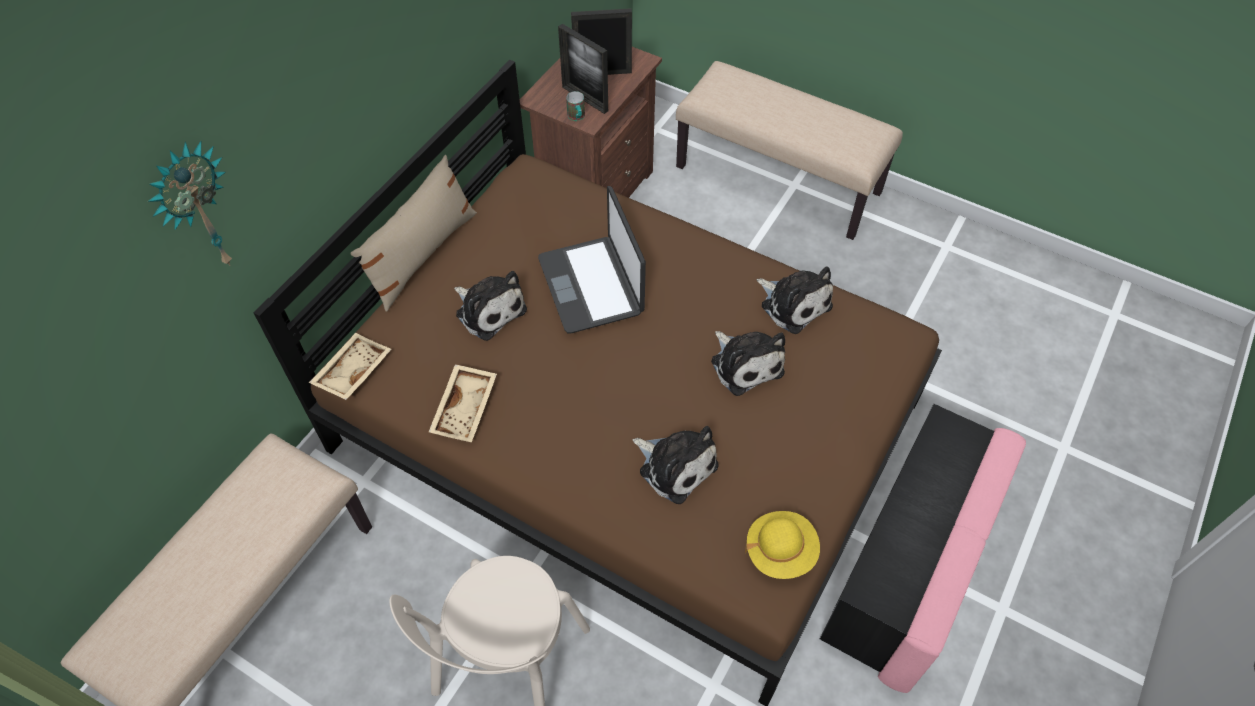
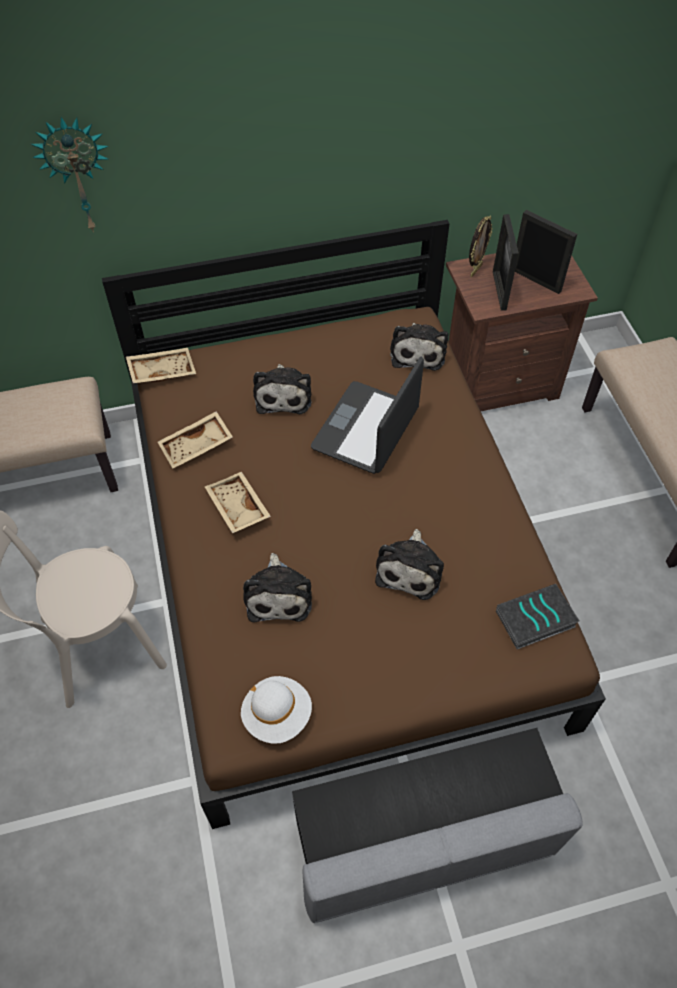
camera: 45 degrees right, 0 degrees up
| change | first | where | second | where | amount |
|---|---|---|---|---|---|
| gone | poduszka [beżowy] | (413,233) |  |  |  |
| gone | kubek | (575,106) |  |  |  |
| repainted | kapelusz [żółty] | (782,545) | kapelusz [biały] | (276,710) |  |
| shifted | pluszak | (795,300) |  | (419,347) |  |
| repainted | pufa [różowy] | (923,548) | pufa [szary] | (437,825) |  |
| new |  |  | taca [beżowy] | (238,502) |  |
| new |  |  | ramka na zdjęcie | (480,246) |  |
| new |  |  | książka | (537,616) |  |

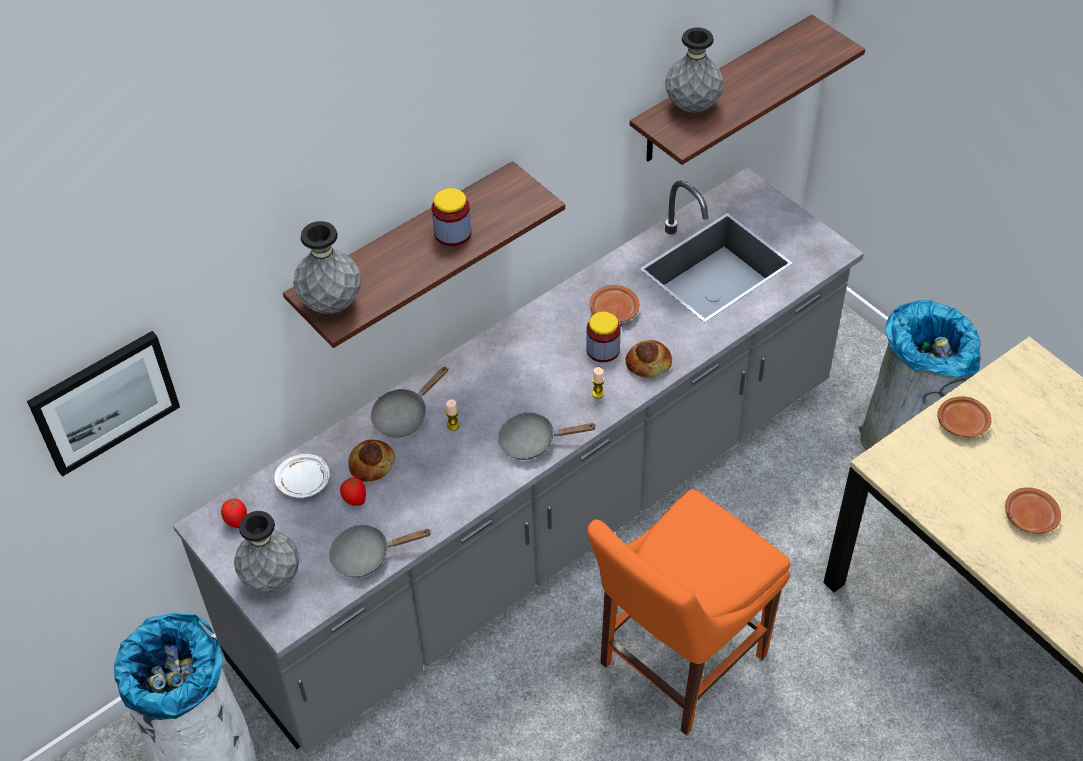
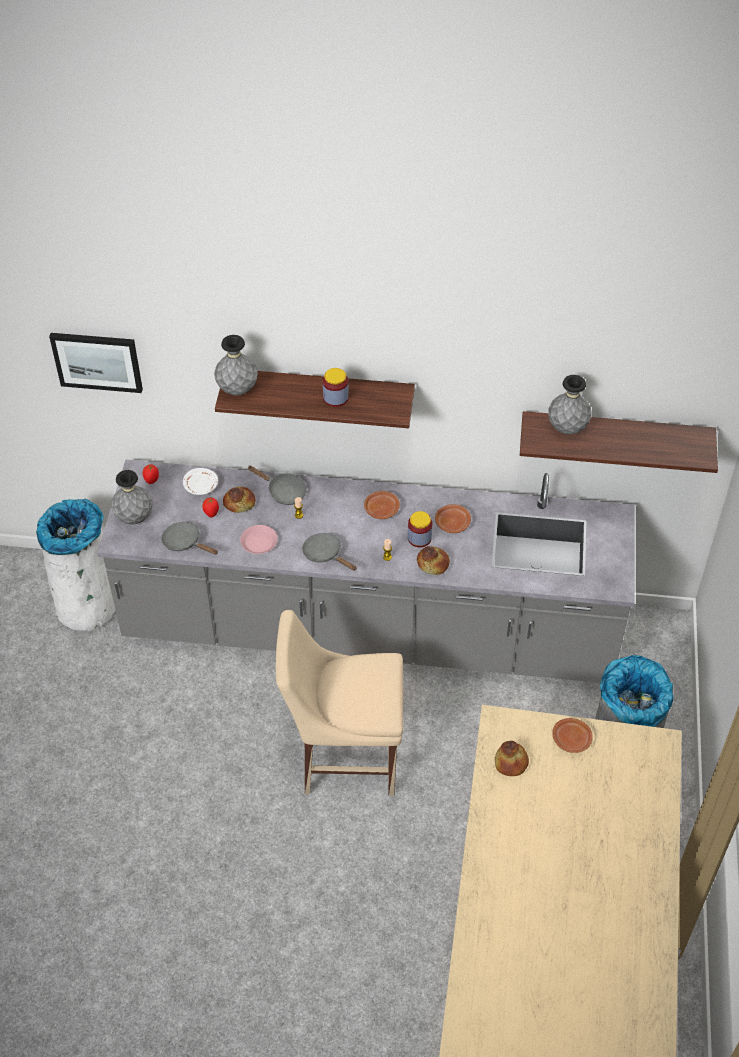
camera: 45 degrees right, 0 degrees up
| change | first | where | second | where | amount |
|---|---|---|---|---|---|
| rotated | patelnia [szary] | (409,402) |  | (277,485) | 150 degrees counterclockwise |
| repainted | krzesło [pomarańczowy] | (688,612) | krzesło [beżowy] | (339,703) |  |
| shifted | talerz [brązowy] | (1033,510) |  | (382,505) |  |
| new |  |  | talerz [różowy] | (259,539) |  |
| new |  |  | chleb | (512,758) |  |

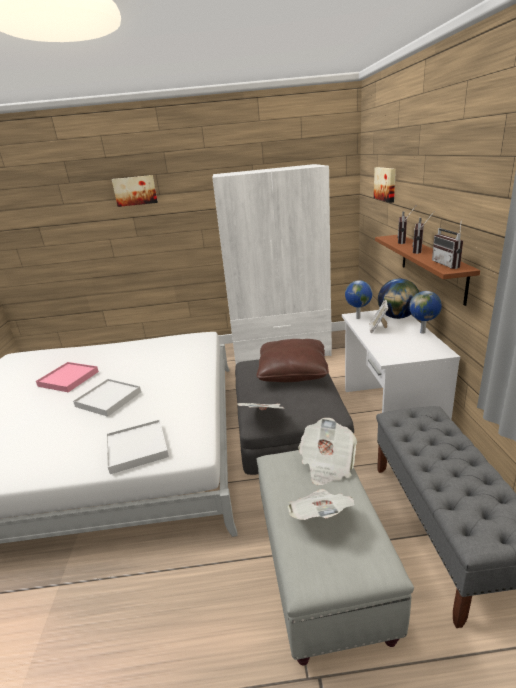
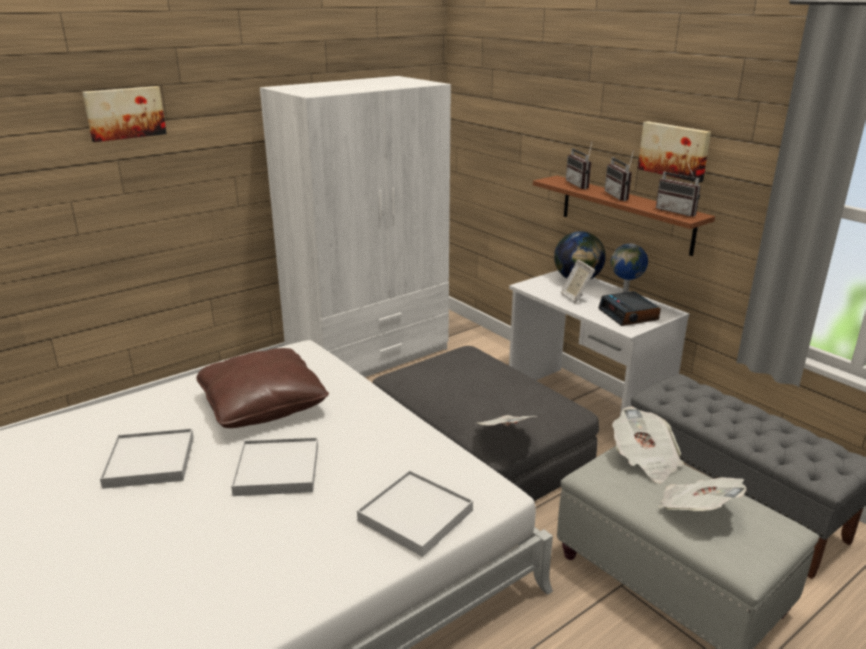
camera: 35 degrees left, 0 degrees up
| change | first | where | second | where | amount |
|---|---|---|---|---|---|
| repainted | taca [różowy] | (67,377) | taca [biały] | (147,458) |  |
| shifted | poduszka [brązowy] | (293,360) |  | (262,388) |  |
| gone | globus | (359,299) |  |  |  |
| shifted | obraz | (385,185) |  | (674,152) |  |
| new |  |  | budzik | (629,308) |  |

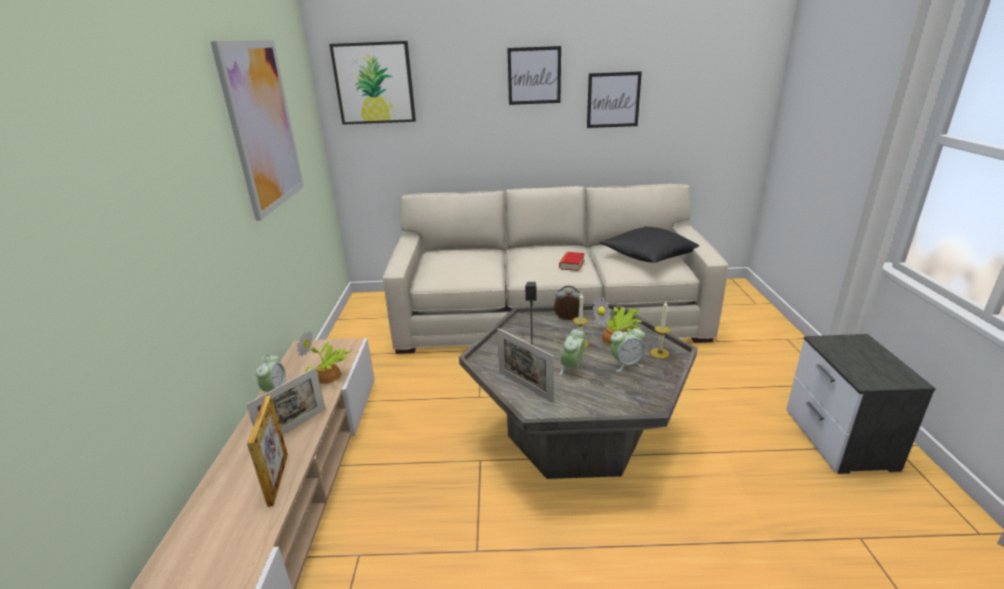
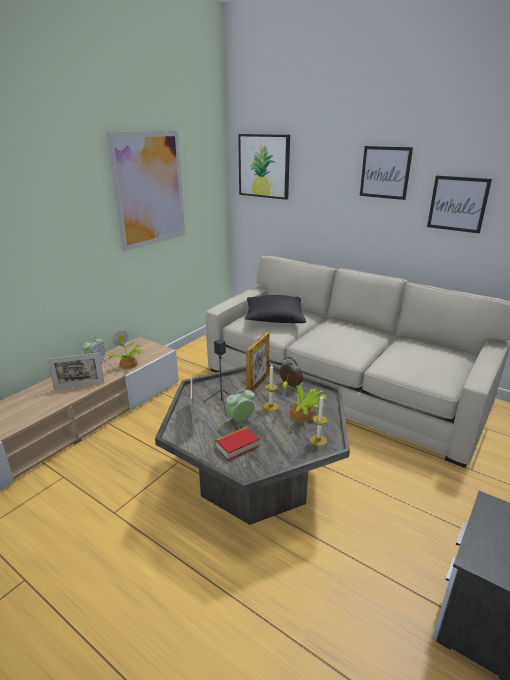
camera: 35 degrees right, 0 degrees up
| change | first | where | second | where | amount |
|---|---|---|---|---|---|
| shifted | ramka na zdjęcie | (267,451) |  | (258,362) |  |
| shifted | książka | (572,261) |  | (237,444) |  |
| shifted | poduszka [czarny] | (649,244) |  | (275,309) |  |
| gone | budzik | (628,348) |  |  |  |

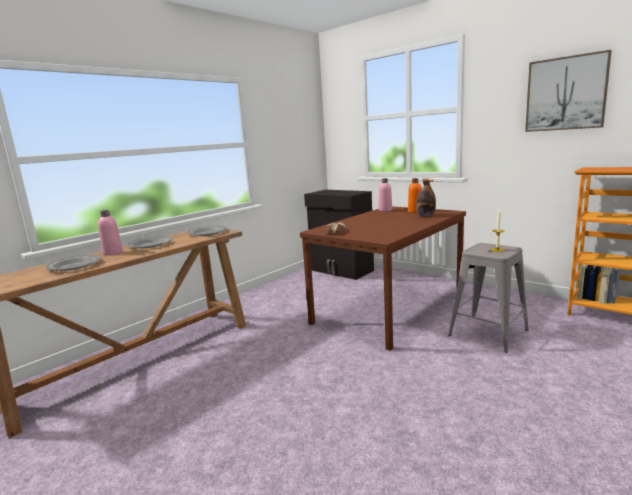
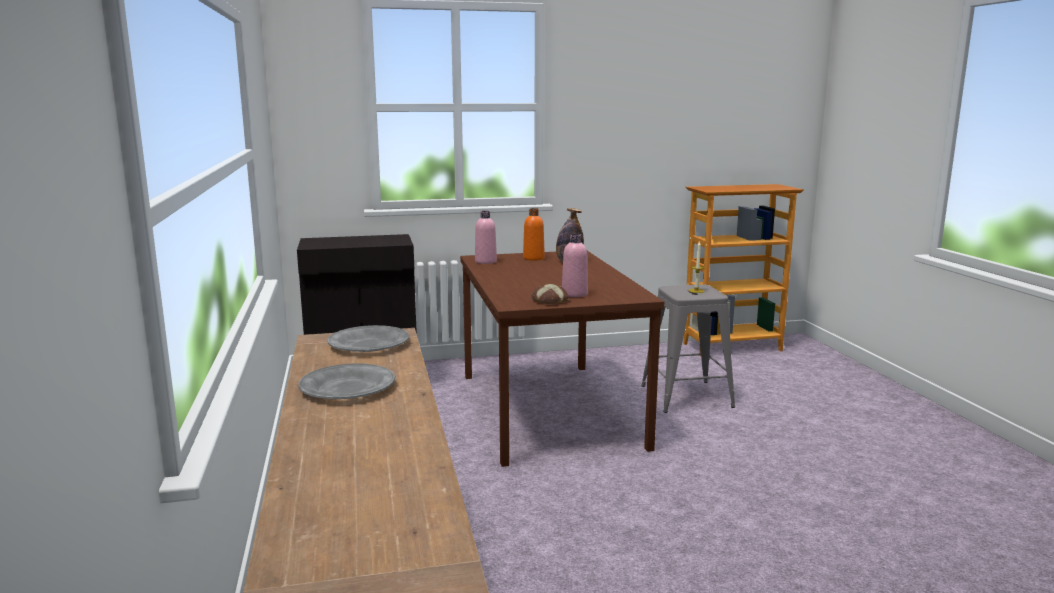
camera: 55 degrees left, 0 degrees up
| change | first | where | second | where | amount |
|---|---|---|---|---|---|
| gone | talerz [szary] | (73,263) |  |  |  |
| shifted | butelka [różowy] | (110,233) |  | (575,265) |  |
| gone | obraz | (568,91) |  |  |  |

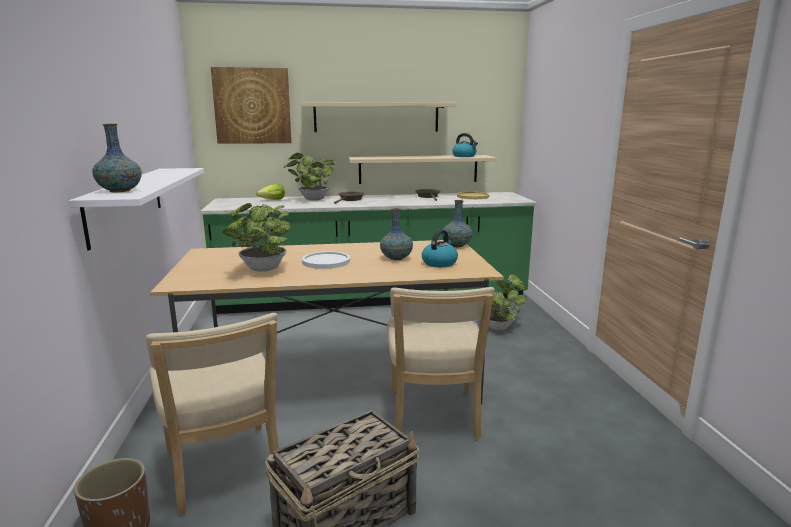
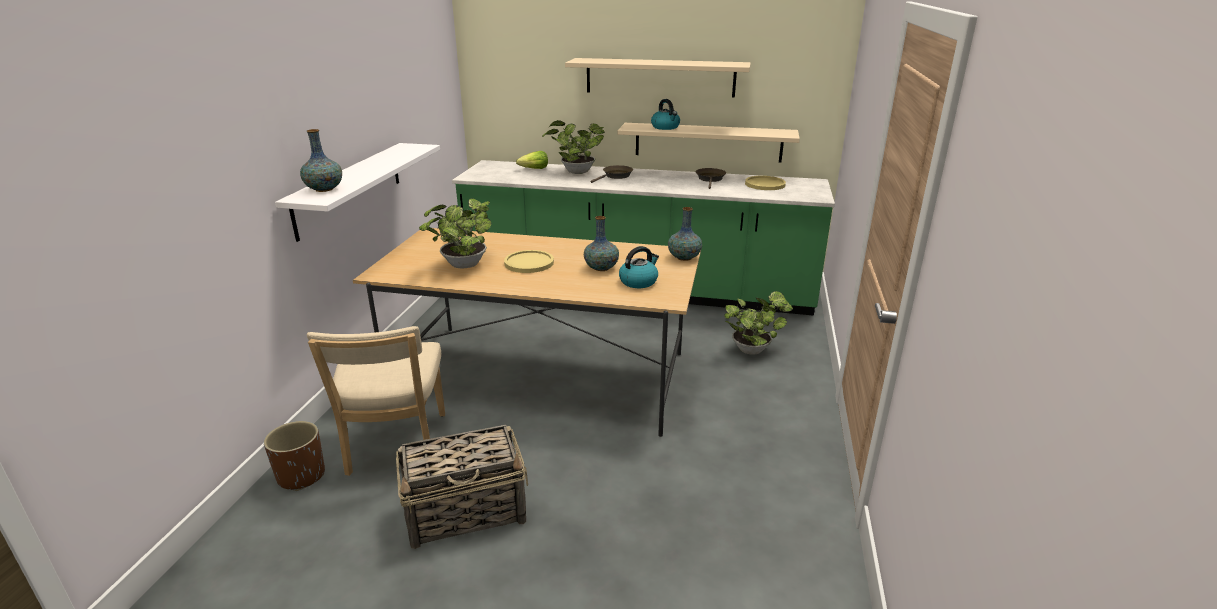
camera: 20 degrees right, 10 degrees up
| change | first | where | second | where | amount |
|---|---|---|---|---|---|
| gone | obraz | (251,105) |  |  |  |
| repainted | talerz [biały] | (326,260) | talerz [żółty] | (529,261) |  |
| gone | krzesło [beżowy] | (441,363) |  |  |  |
| shifted | czajnik | (465,145) |  | (665,114) |  |

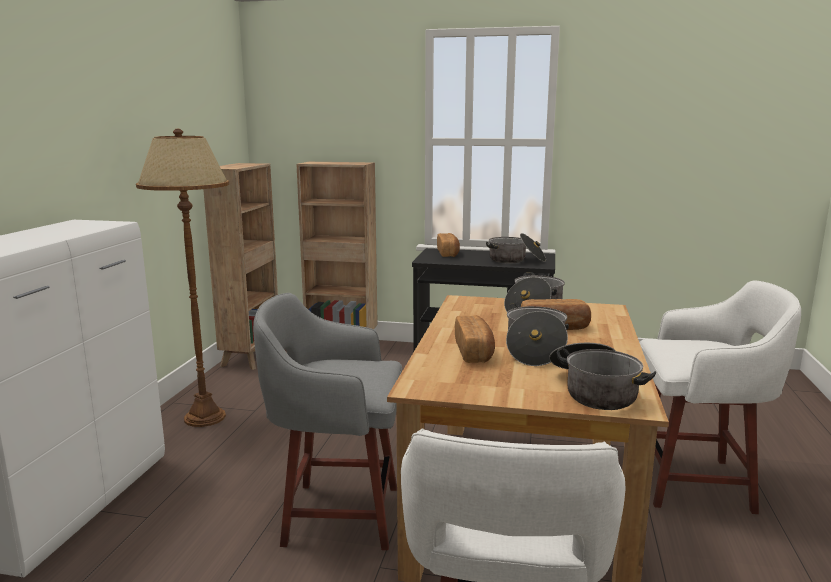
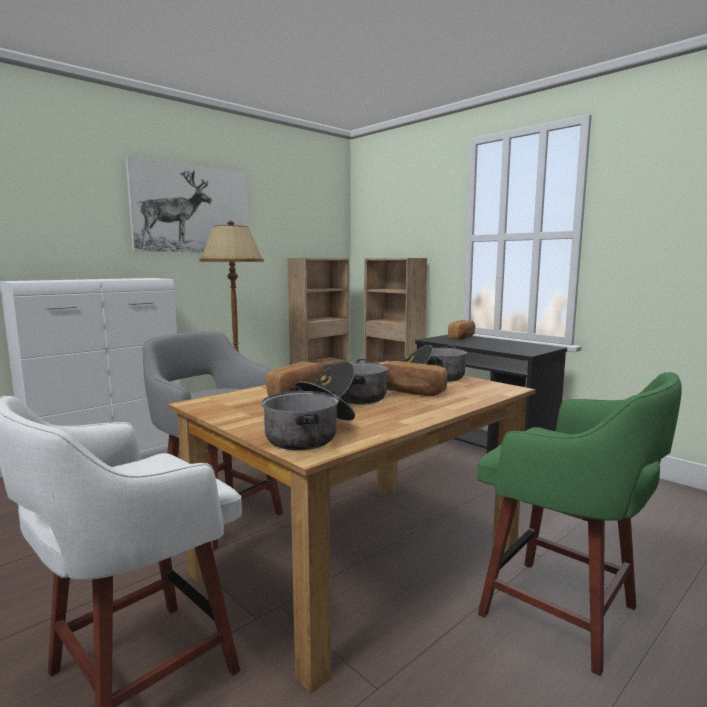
camera: 35 degrees right, 5 degrees down
| change | first | where | second | where | amount |
|---|---|---|---|---|---|
| gone | garnek | (516,248) |  |  |  |
| repainted | stołek [biały] | (720,397) | stołek [zielony] | (579,524) |  |
| new |  |  | obraz | (186,204) |  |

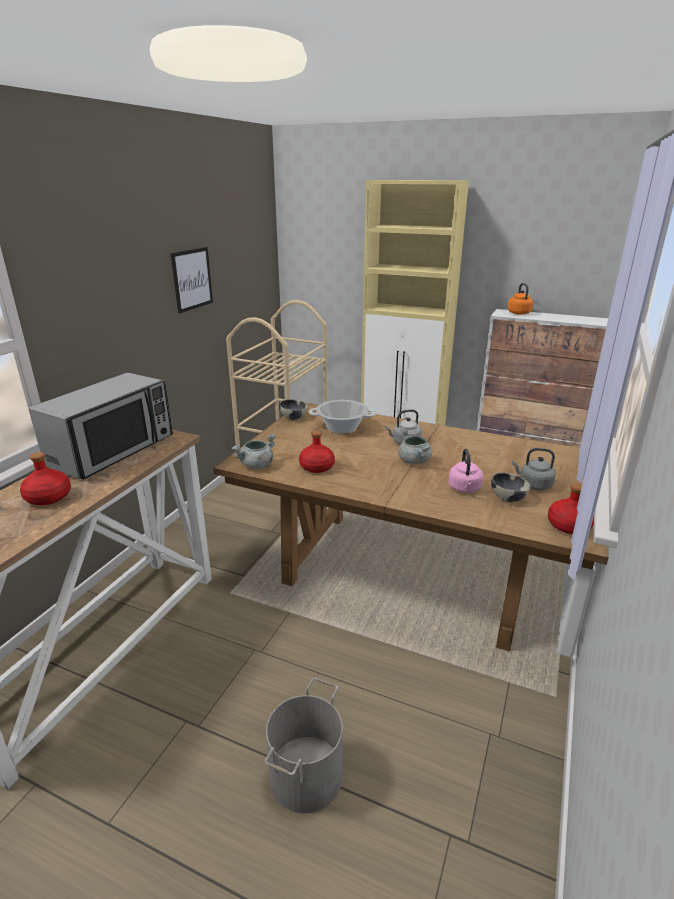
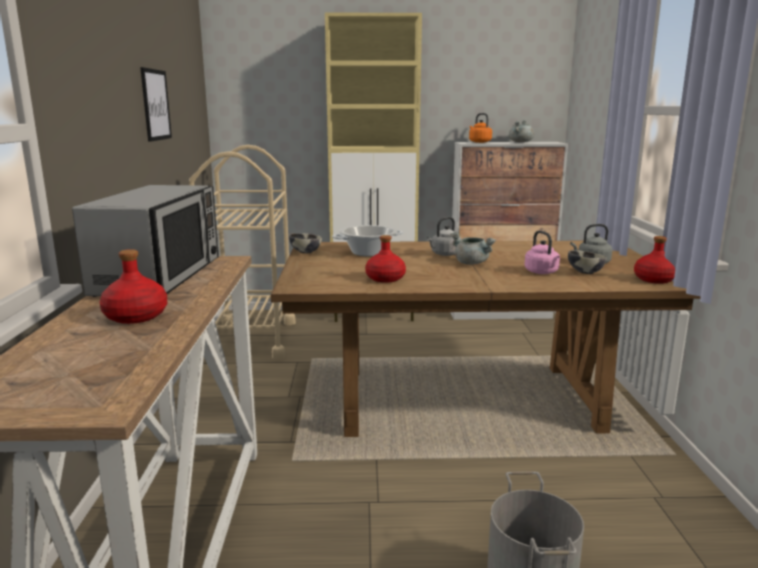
camera: 25 degrees left, 10 degrees down
| change | first | where | second | where | amount |
|---|---|---|---|---|---|
| shifted | garnek [szary] | (254,451) |  | (521,131) |  |

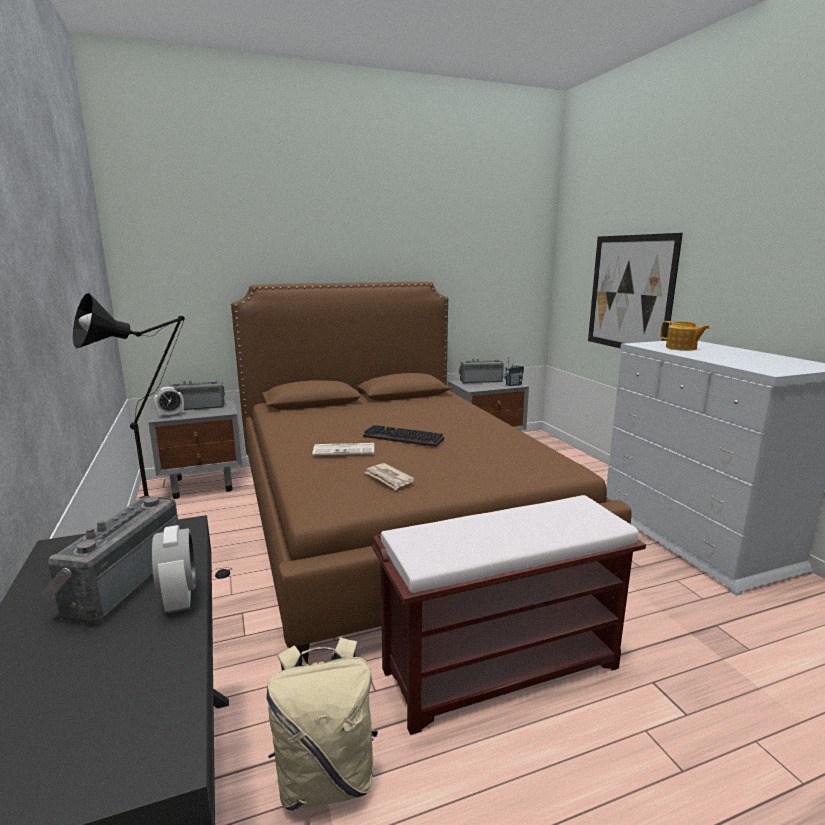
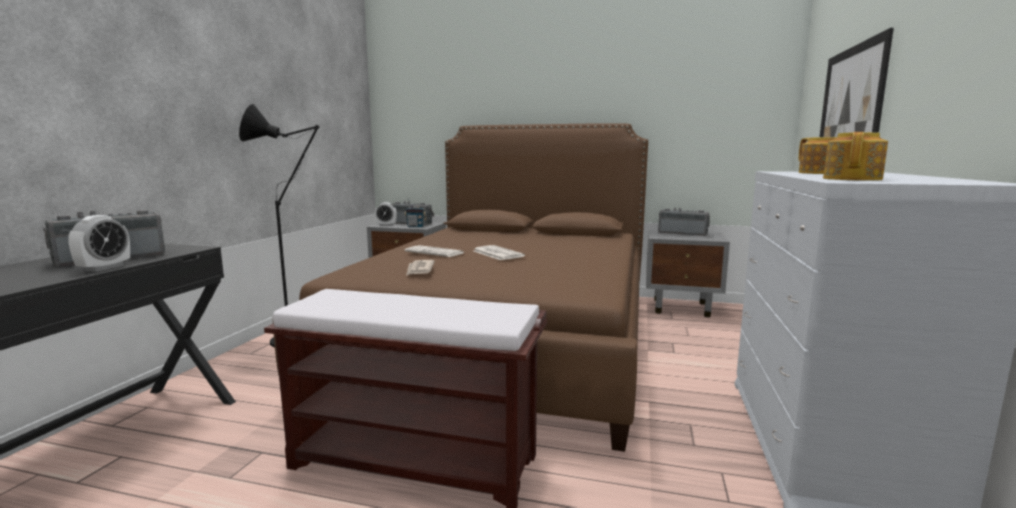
camera: 35 degrees right, 5 degrees down
| change | first | where | second | where | amount |
|---|---|---|---|---|---|
| gone | plecak [beżowy] | (322,724) |  |  |  |
| swapped | klawiatura | (403,436) | gazeta | (499,252) |  |
| shifted | radio | (513,371) |  | (415,212) |  |
| new |  |  | imbryk | (855,156) |  |

